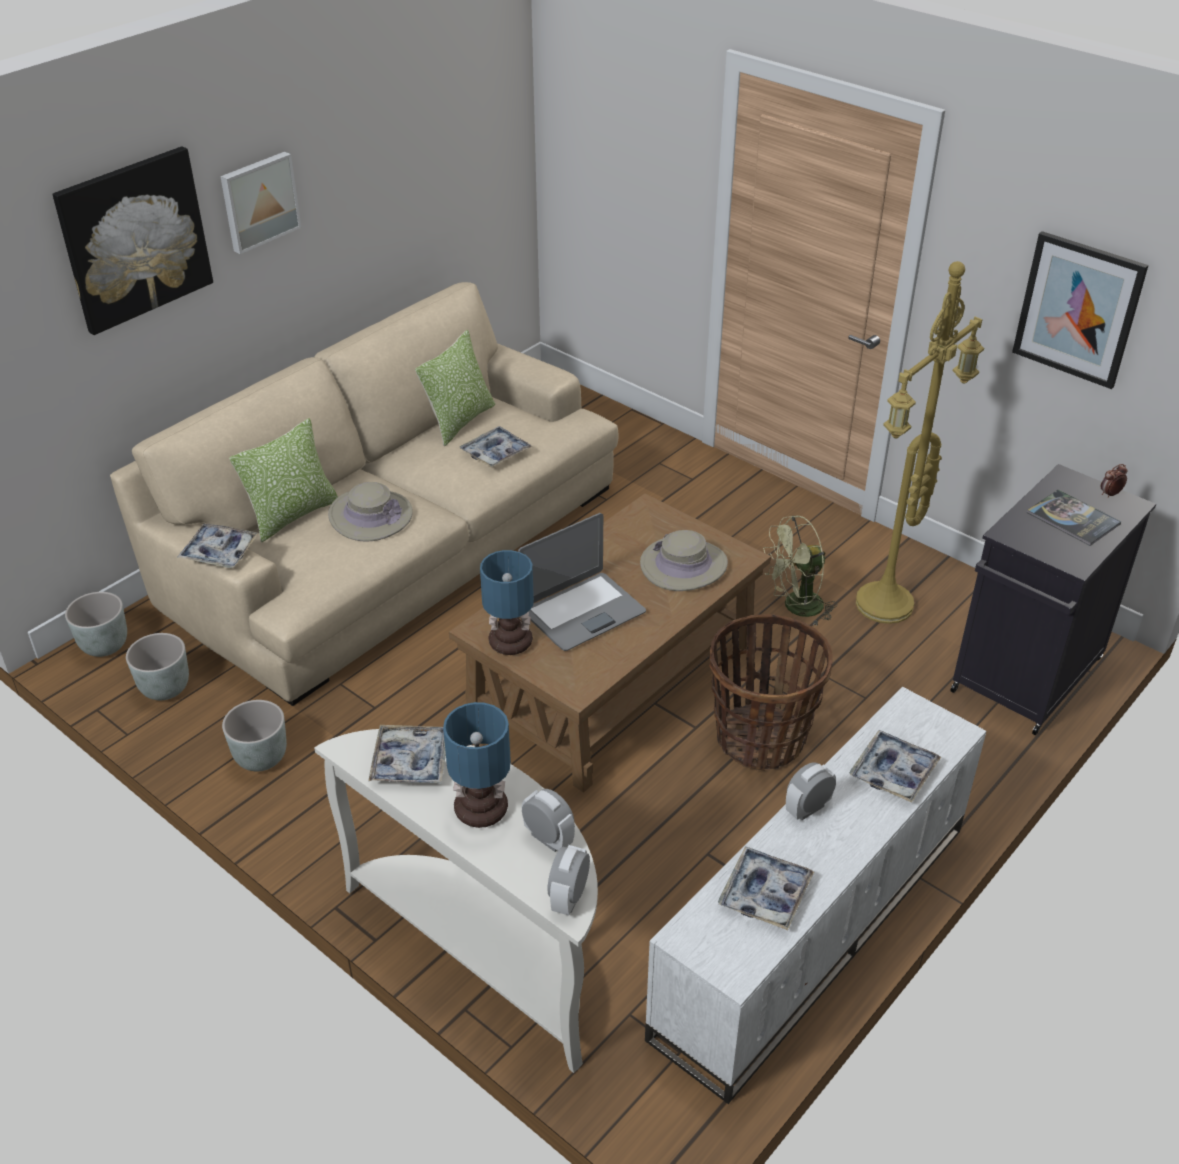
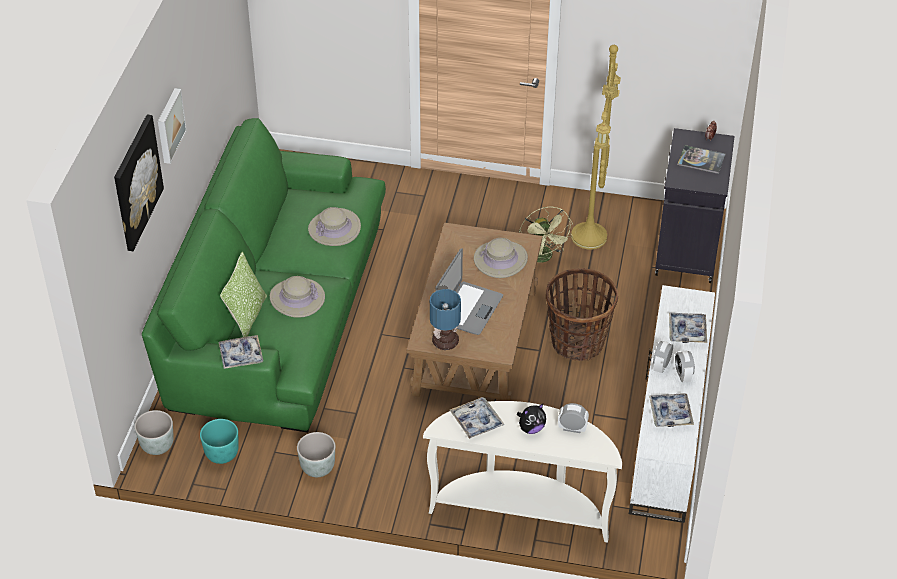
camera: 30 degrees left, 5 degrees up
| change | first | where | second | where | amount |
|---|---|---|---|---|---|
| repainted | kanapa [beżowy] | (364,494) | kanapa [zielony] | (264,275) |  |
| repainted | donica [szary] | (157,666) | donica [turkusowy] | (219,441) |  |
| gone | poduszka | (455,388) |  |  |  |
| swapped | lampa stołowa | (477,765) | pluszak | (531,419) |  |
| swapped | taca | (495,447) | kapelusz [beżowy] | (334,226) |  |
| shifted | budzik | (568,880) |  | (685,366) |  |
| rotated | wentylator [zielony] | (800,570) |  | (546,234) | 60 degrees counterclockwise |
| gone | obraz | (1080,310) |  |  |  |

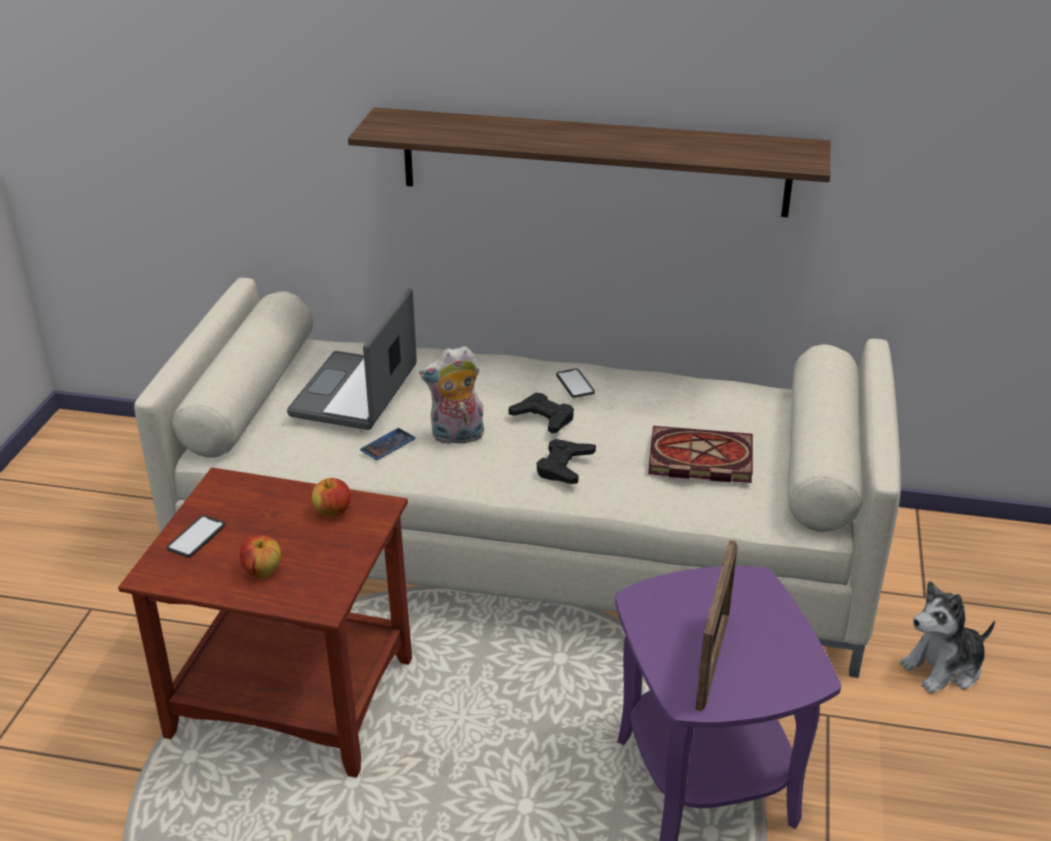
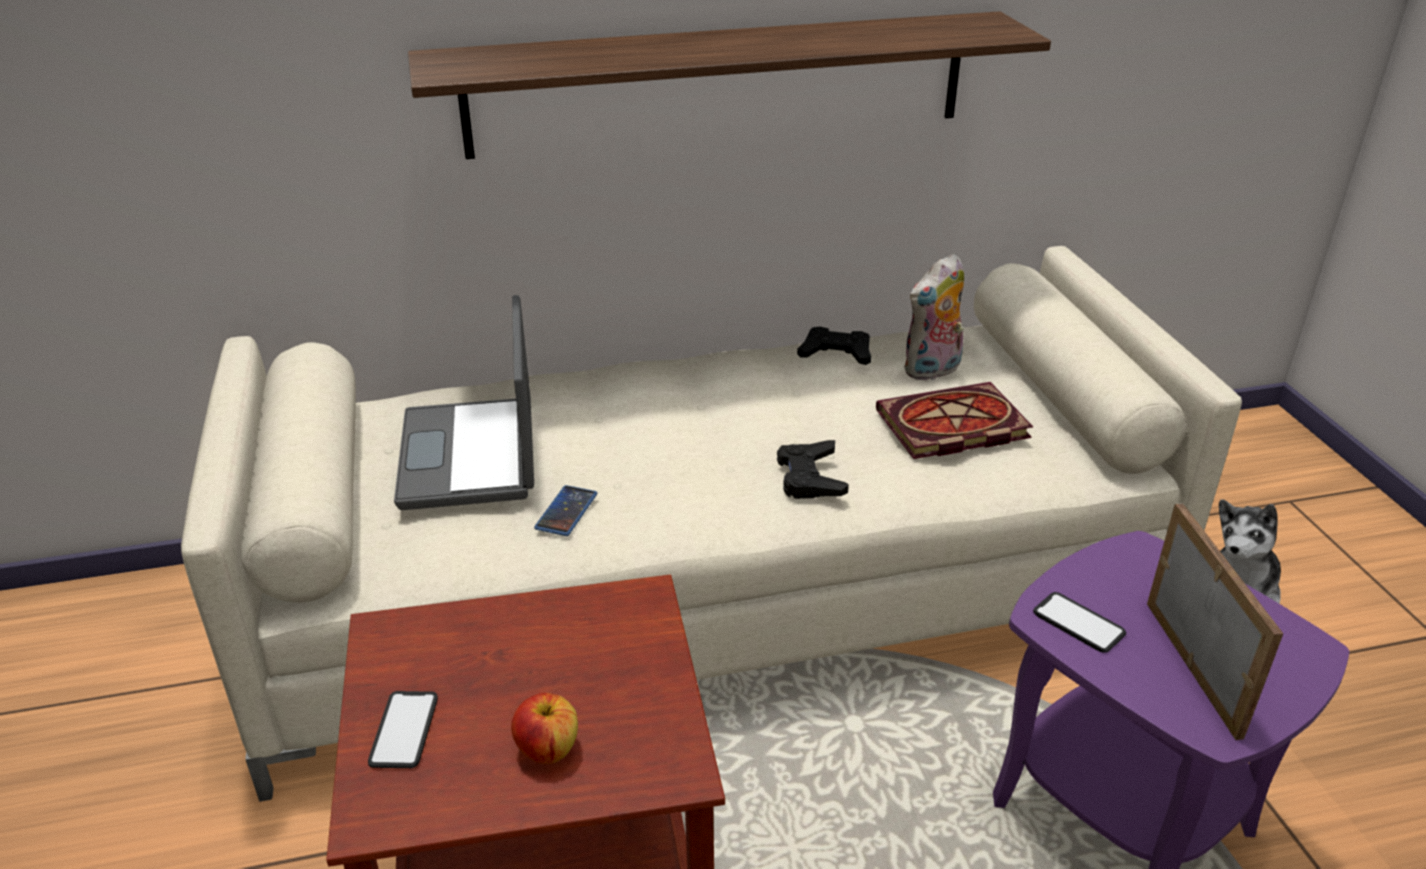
camera: 25 degrees left, 0 degrees up
| change | first | where | second | where | amount |
|---|---|---|---|---|---|
| gone | jabłko | (331,497) |  |  |  |
| shifted | pluszak | (451,395) |  | (934,317) |  |
| shifted | pad do gier [czarny] | (541,413) |  | (834,346) |  |
| shifted | telefon | (575,383) |  | (1079,622) |  |

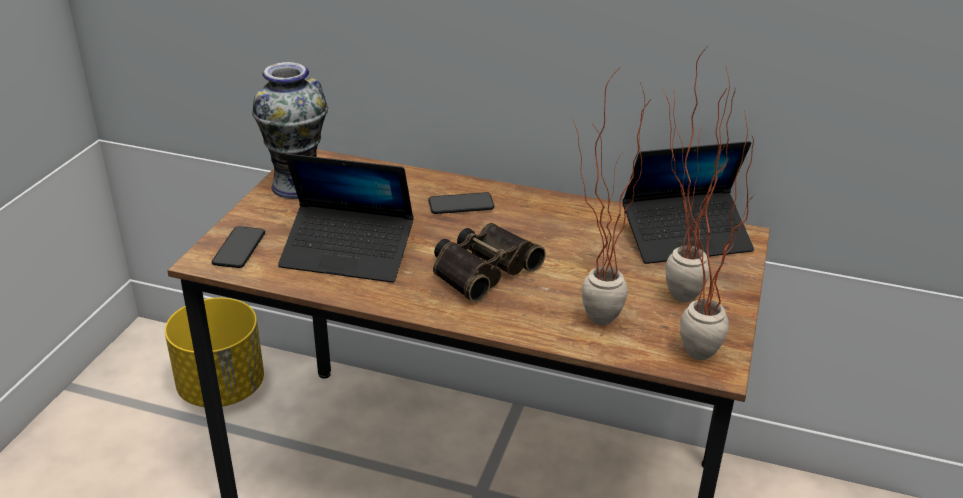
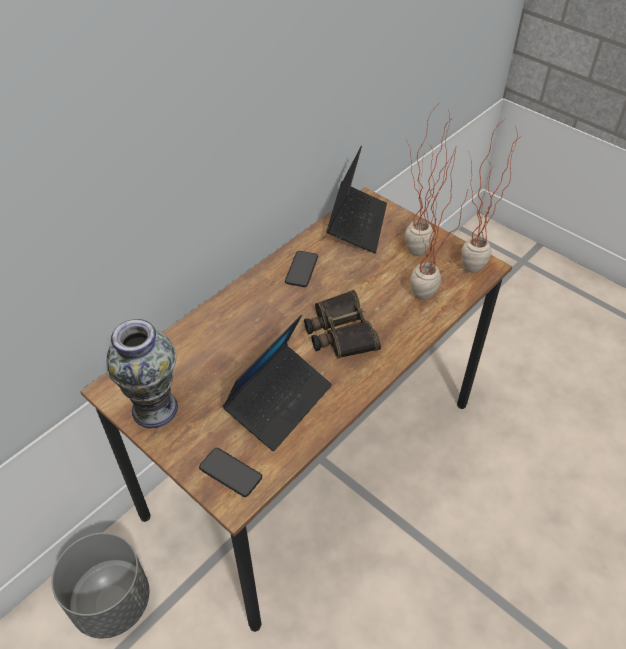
camera: 65 degrees left, 15 degrees up
| change | first | where | second | where | amount |
|---|---|---|---|---|---|
| repainted | donica [żółty] | (214,352) | donica [szary] | (100,586) |  |
| shifted | telefon | (461,203) |  | (301,269) |  |

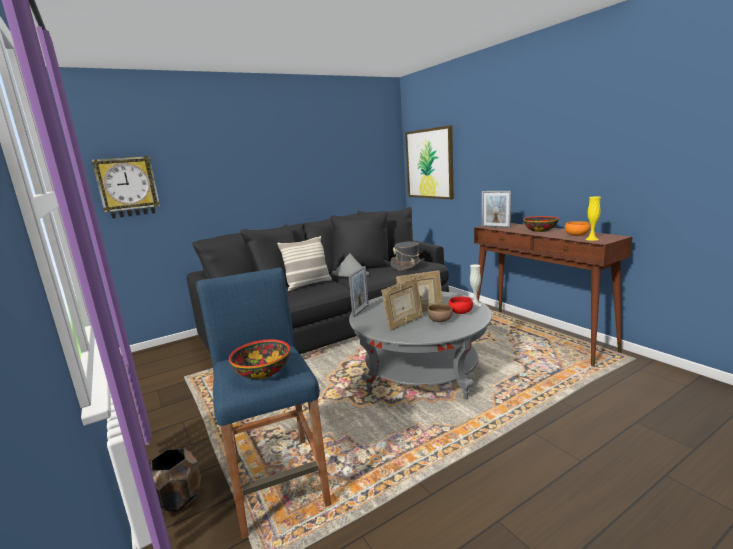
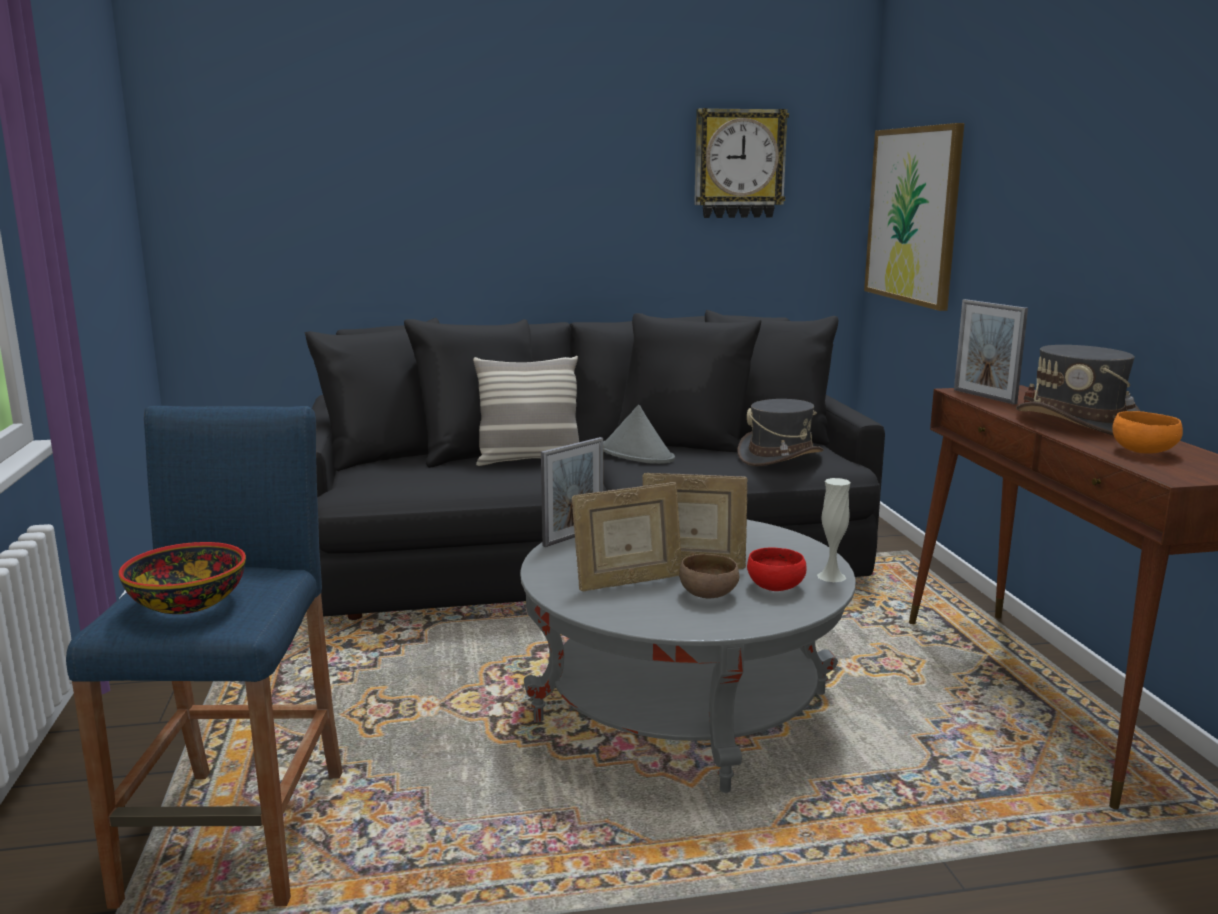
camera: 20 degrees right, 0 degrees up
| change | first | where | second | where | amount |
|---|---|---|---|---|---|
| shifted | zegar ścienny | (126,187) |  | (741,163) |  |
| gone | donica [brązowy] | (175,480) |  |  |  |
| swapped | miska | (541,224) | kapelusz [szary] | (1078,390) |  |
| gone | wazon [żółty] | (593,218) |  |  |  |

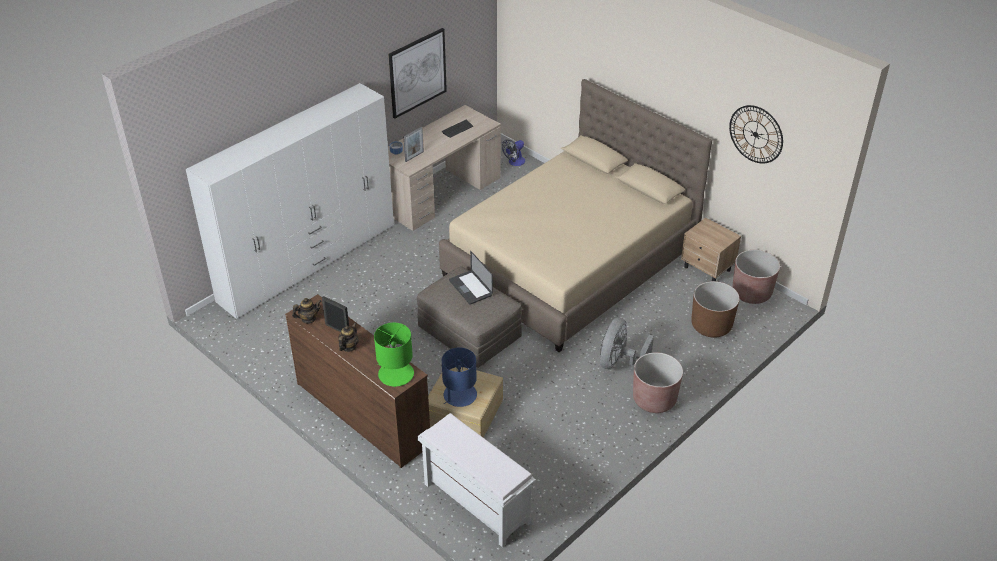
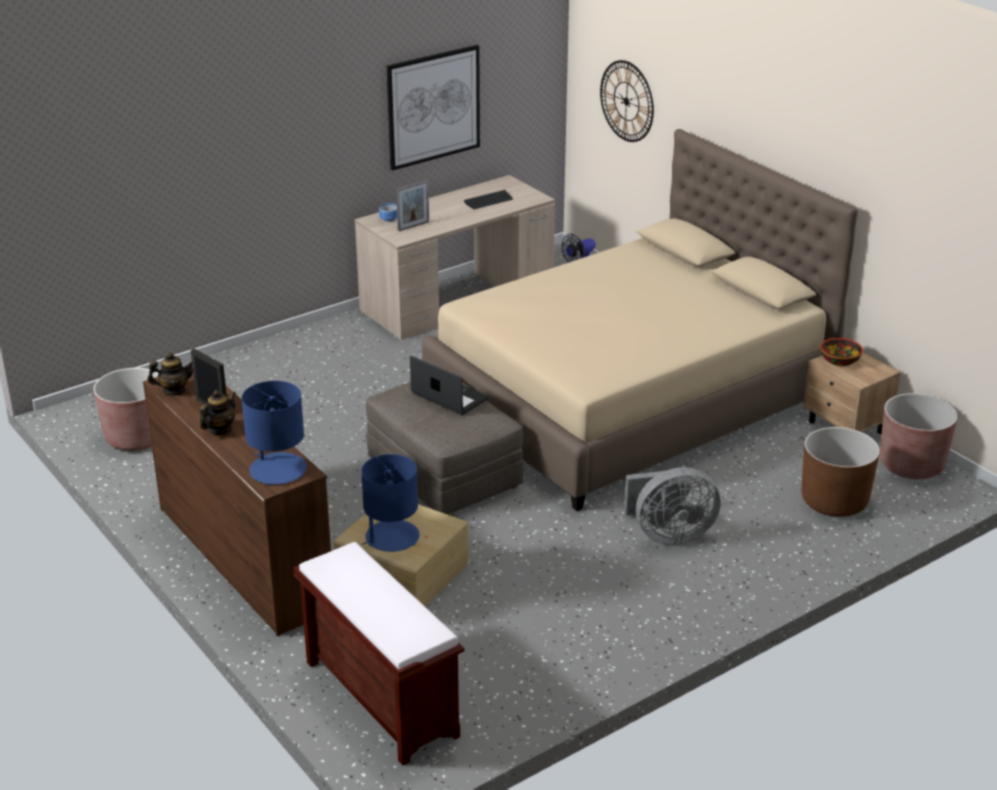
camera: 10 degrees right, 10 degrees down
| change | first | where | second | where | amount |
|---|---|---|---|---|---|
| gone | szafa [biały] | (290,201) |  |  |  |
| repainted | lampa stołowa [zielony] | (394,355) | lampa stołowa [niebieski] | (274,433) |  |
| repainted | ławka [biały] | (477,480) | ławka [brązowy] | (379,654) |  |
| rotated | laptop | (471,277) |  | (449,385) | 150 degrees clockwise |
| rotated | wentylator [szary] | (627,343) |  | (672,506) | 135 degrees counterclockwise |
| shifted | donica [brązowy] | (658,382) |  | (126,409) |  |
| shifted | zegar ścienny | (756,134) |  | (627,101) |  |
| new |  |  | miska | (841,352) |  |

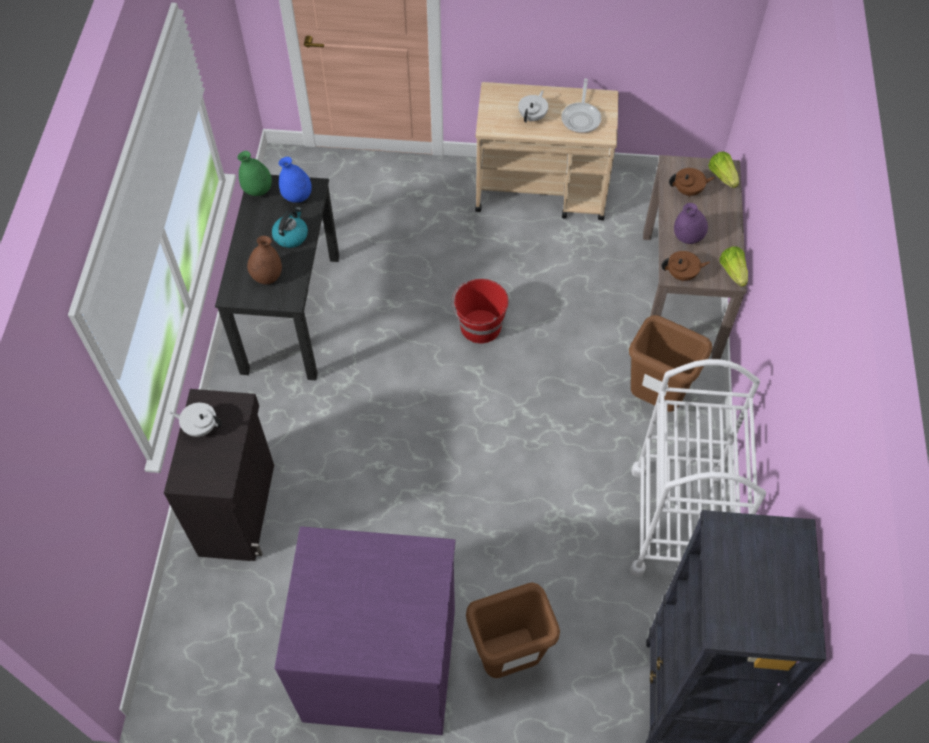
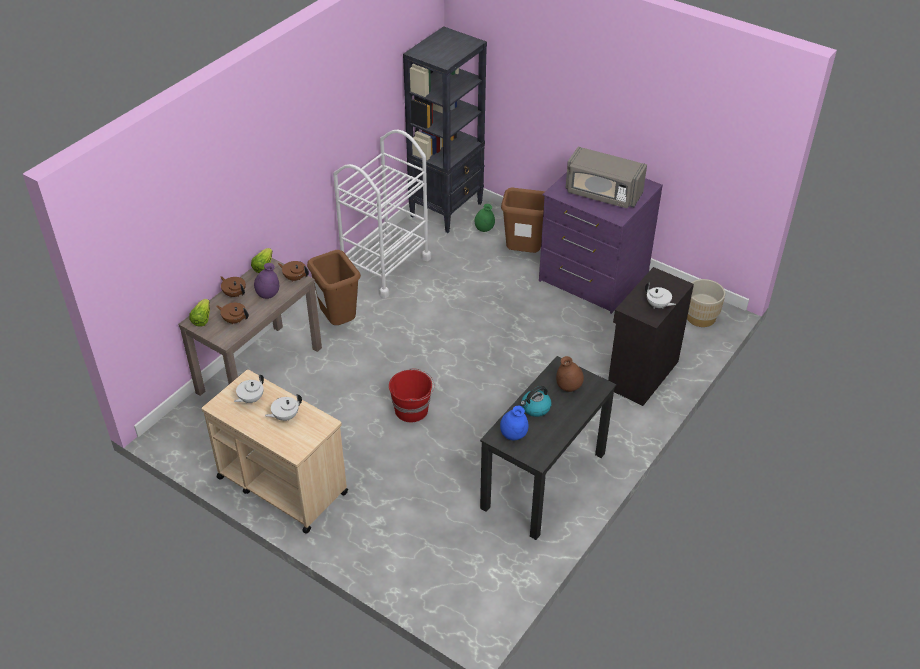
camera: 150 degrees left, 15 degrees down
| change | first | where | second | where | amount |
|---|---|---|---|---|---|
| shifted | wazon [zielony] | (254,173) |  | (485,218) |  |
| swapped | patelnia | (581,106) | imbryk [biały] | (249,388) |  |
| new |  |  | imbryk [brązowy] | (233,286) |  |
| new |  |  | mikrofalówka [szary] | (606,177) |  |
| new |  |  | donica [beżowy] | (706,303) |  |

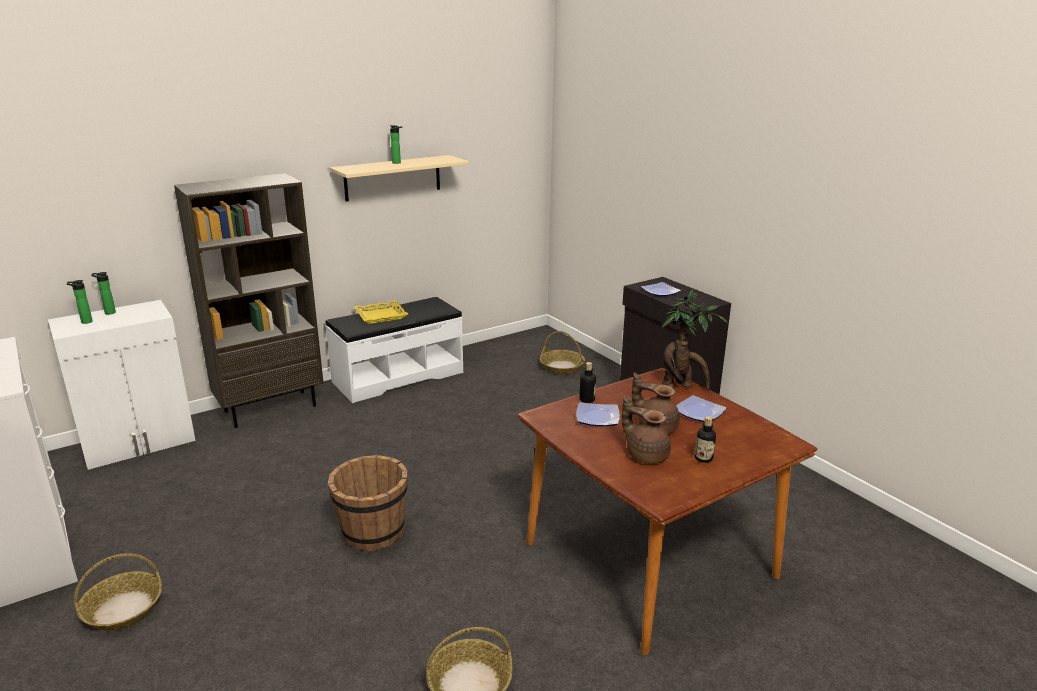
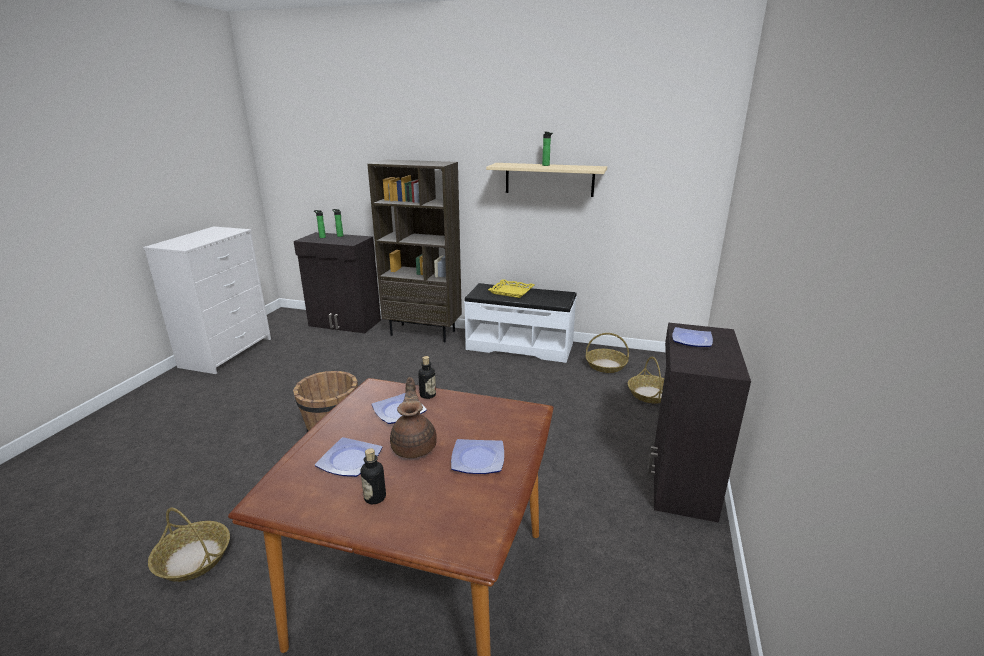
camera: 50 degrees right, 0 degrees up
| change | first | where | second | where | amount |
|---|---|---|---|---|---|
| repainted | szafka [biały] | (122,385) | szafka [czarny] | (337,282) |  |
| shifted | koszyk | (118,592) |  | (607,353) |  |
| swapped | imbryk [brązowy] | (646,429) | talerz | (348,457) |  |
| gone | roślina doniczkowa | (695,340) |  |  |  |

